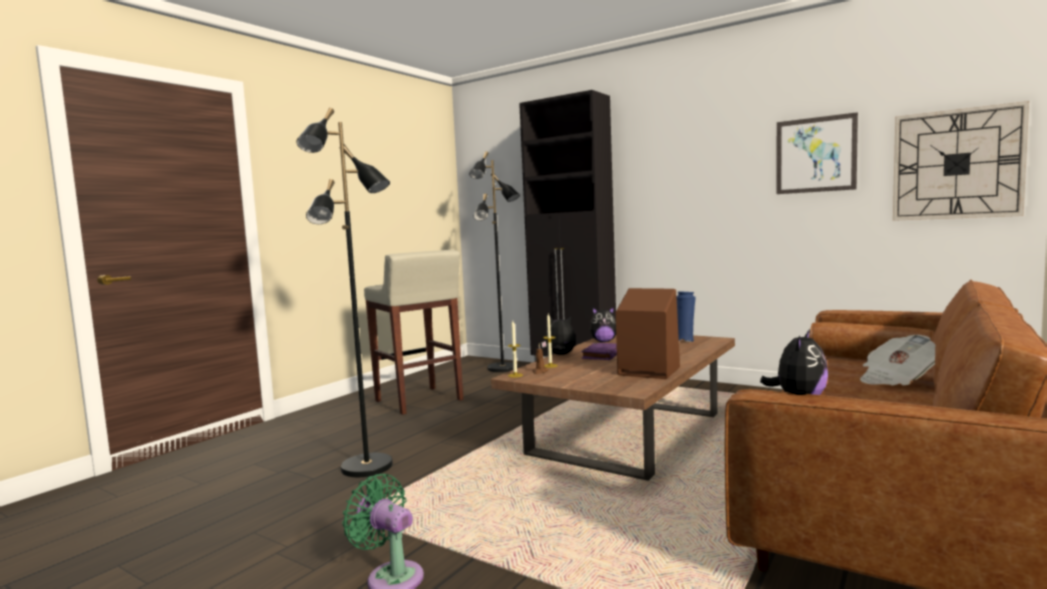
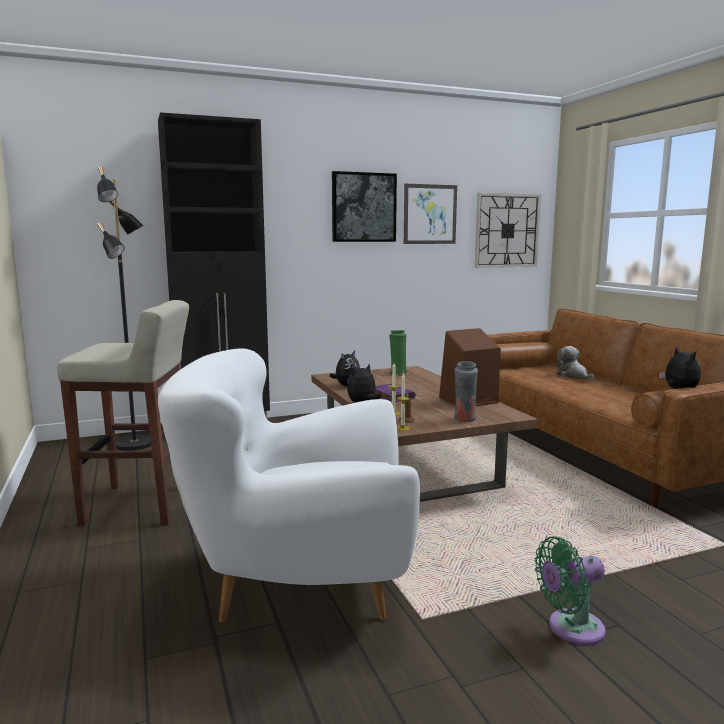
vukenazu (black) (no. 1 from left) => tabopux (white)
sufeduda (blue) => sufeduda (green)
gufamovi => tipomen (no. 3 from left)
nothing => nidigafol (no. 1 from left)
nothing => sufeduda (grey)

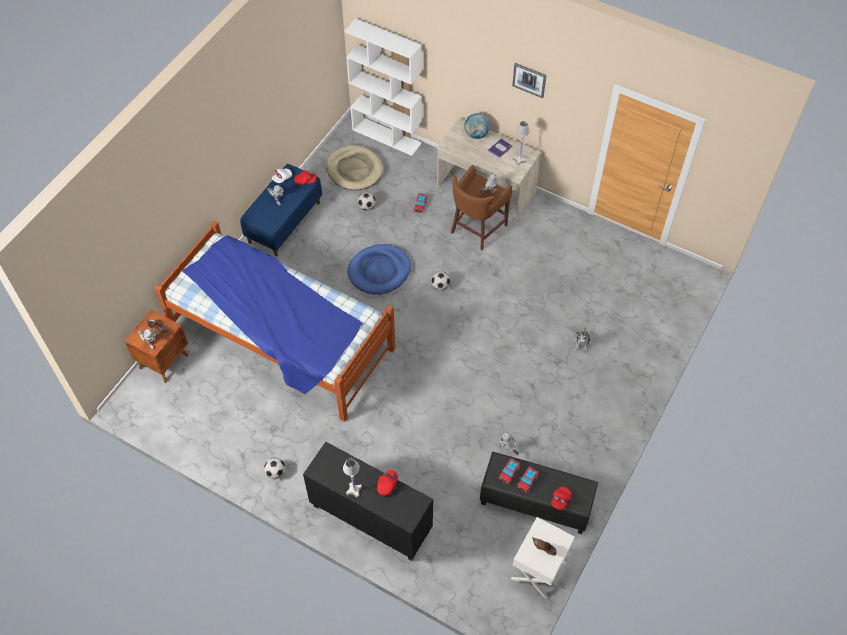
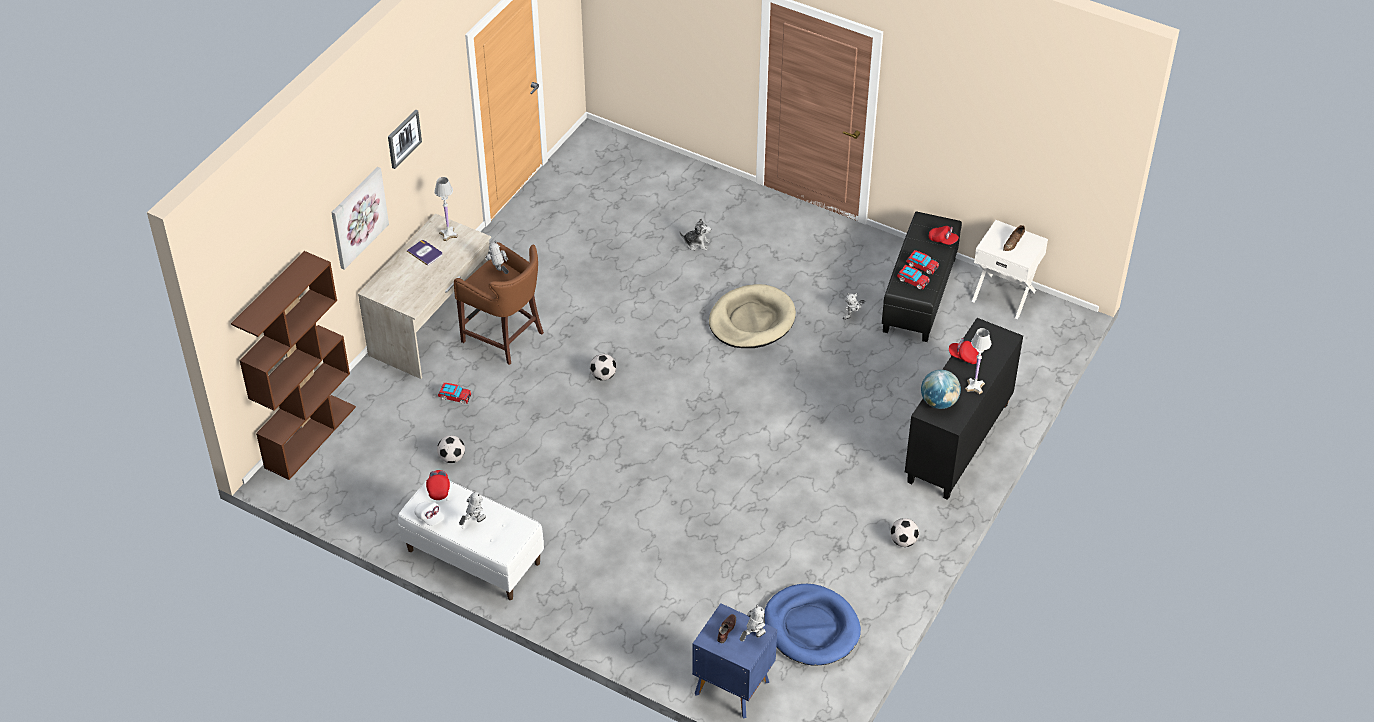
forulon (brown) => forulon (blue)
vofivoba => nothing
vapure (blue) => vapure (white)
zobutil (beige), shifted
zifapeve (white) => zifapeve (brown)
zobutil (blue), shifted
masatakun, shifted
nothing => nidigafol (no. 1 from left)

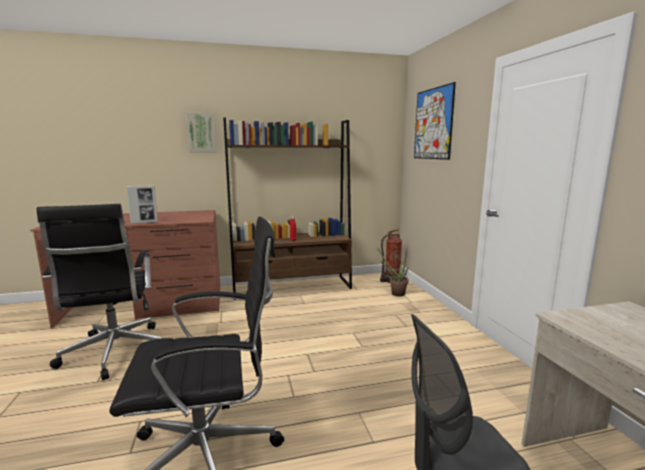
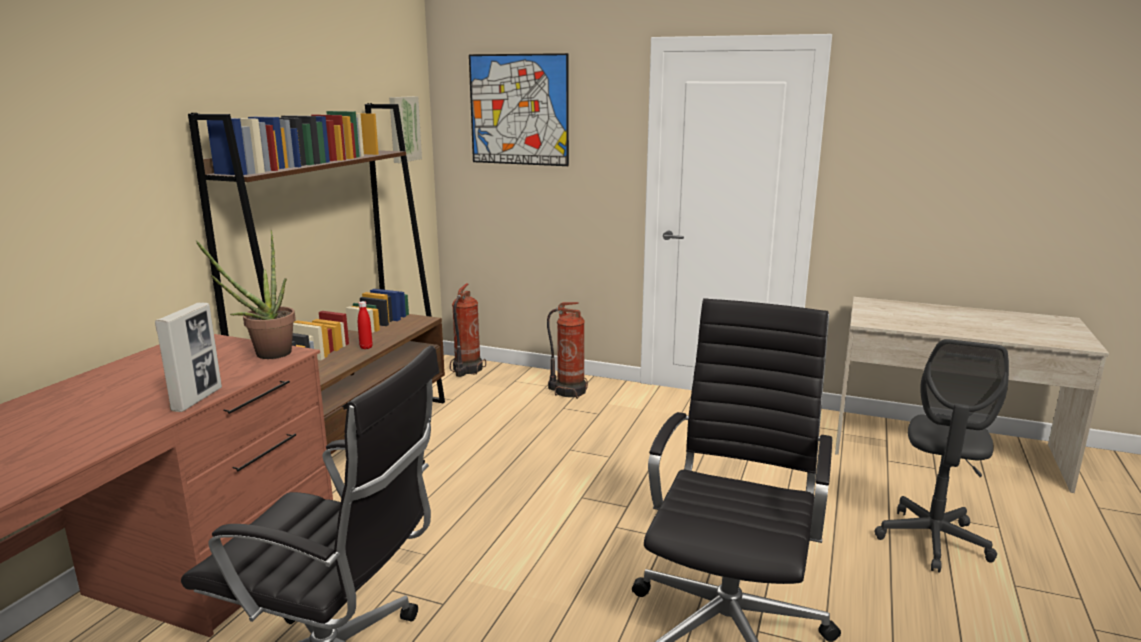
nidigafol (no. 1 from left), shifted
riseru, shifted
nothing => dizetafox (no. 2 from left)

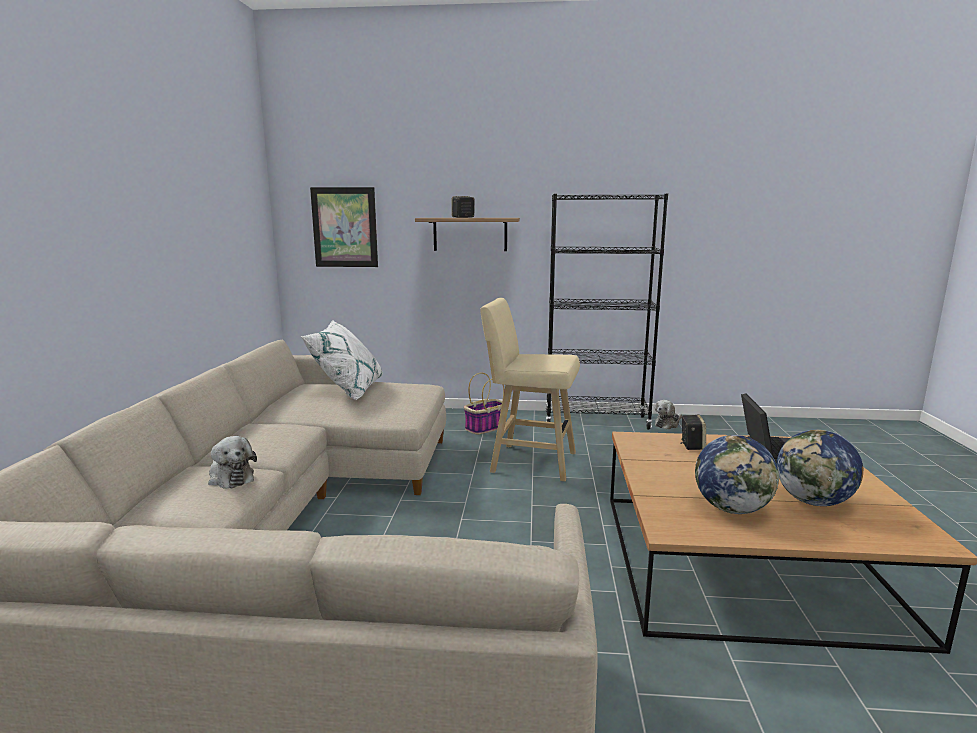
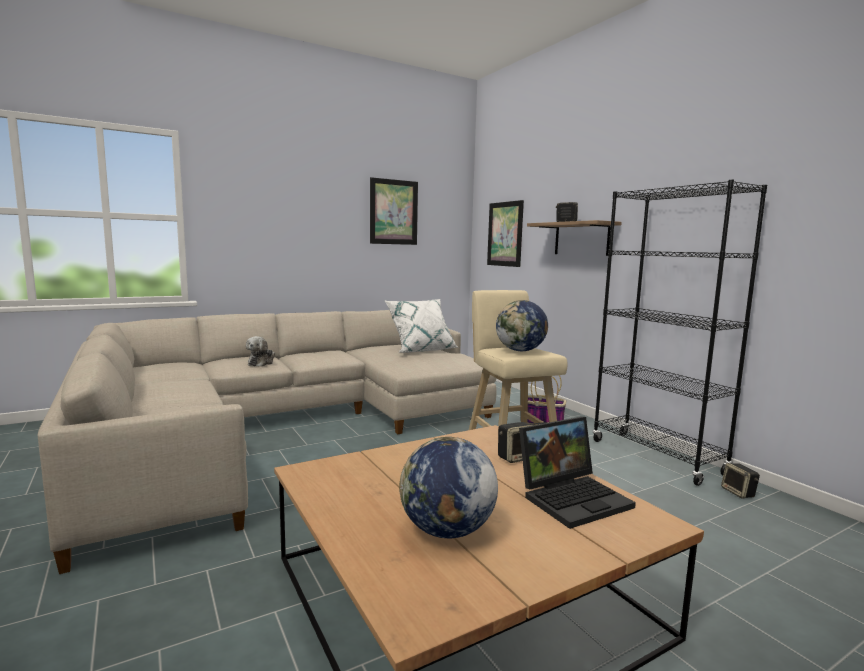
tipomen (no. 2 from left) => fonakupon (no. 3 from left)
masatakun (no. 1 from left in the first image) => masatakun (no. 2 from left), shifted
nothing => nidigafol (no. 1 from left)

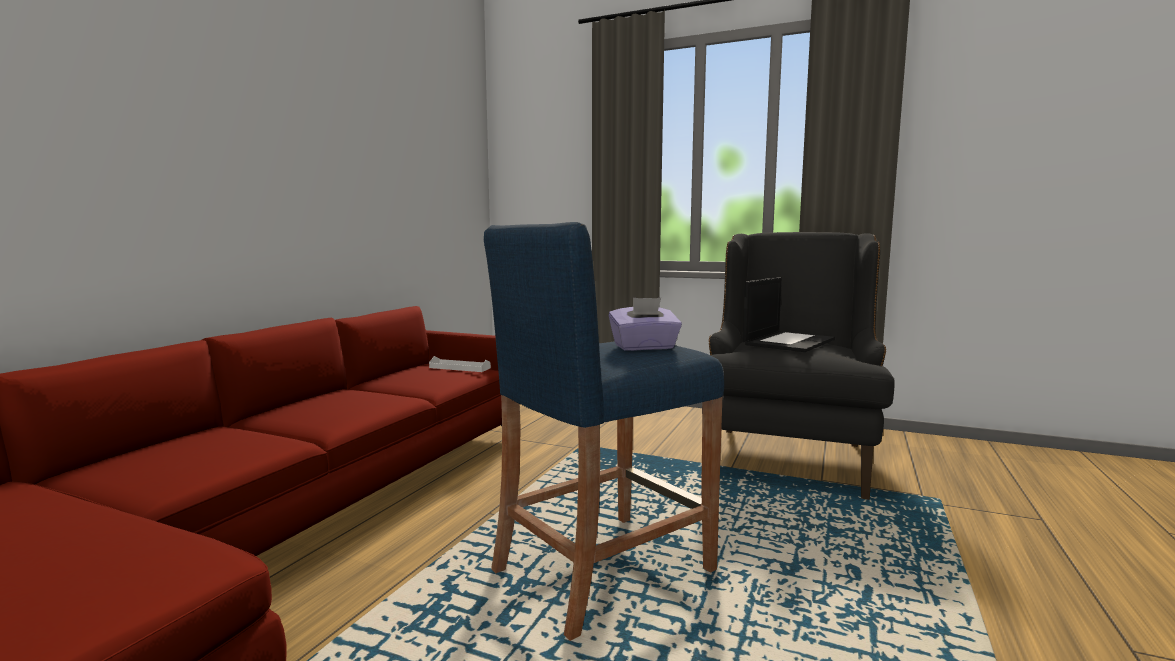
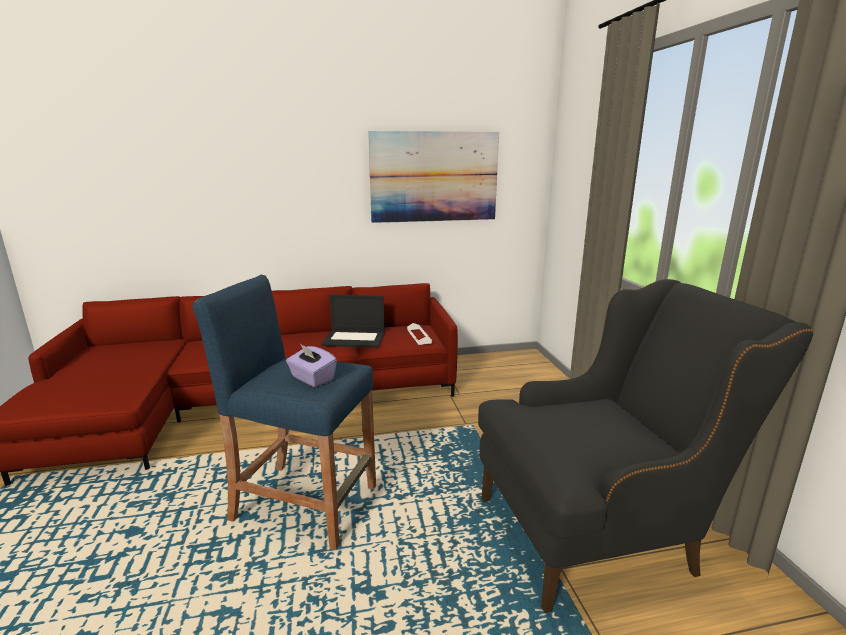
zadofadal, shifted
nothing => nidigafol

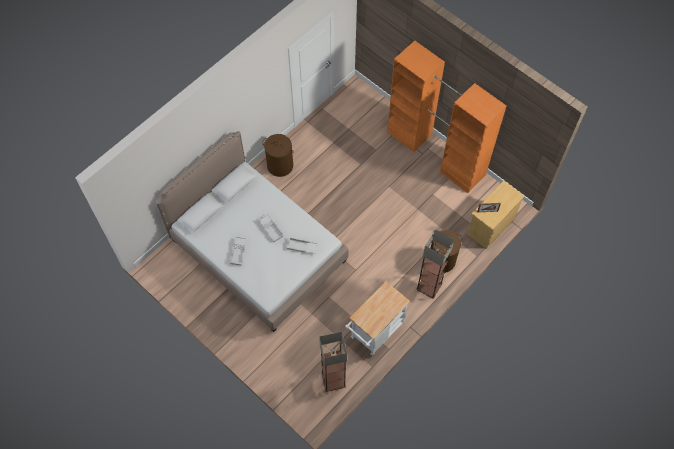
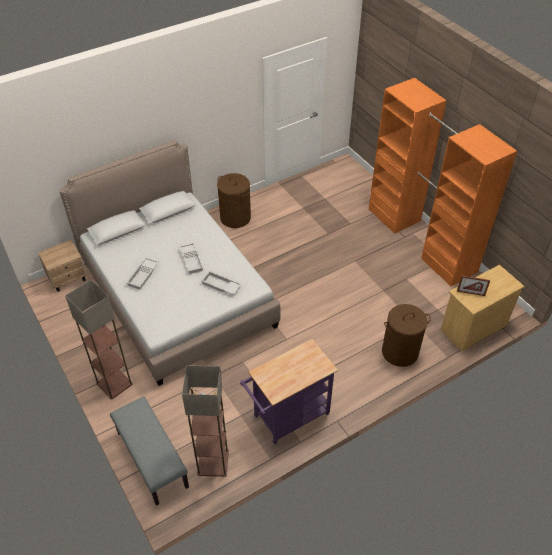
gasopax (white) => gasopax (purple)
vukenazu (no. 2 from left in the first image) => vukenazu (no. 1 from left), shifted
nothing => forulon (beige)
nothing => vapure (grey)

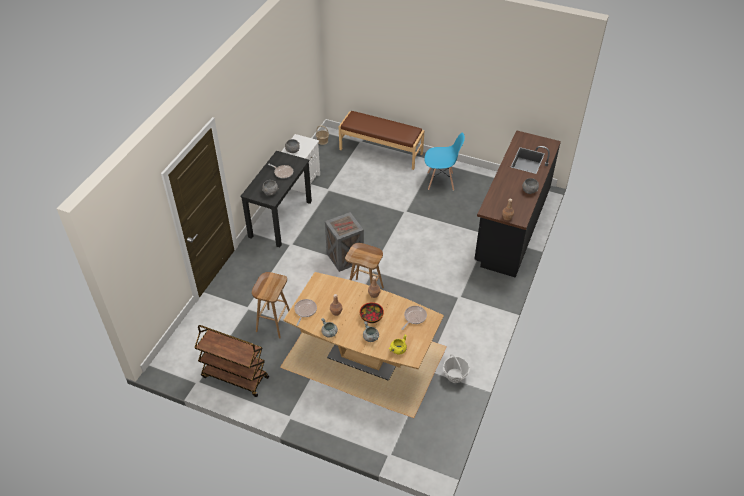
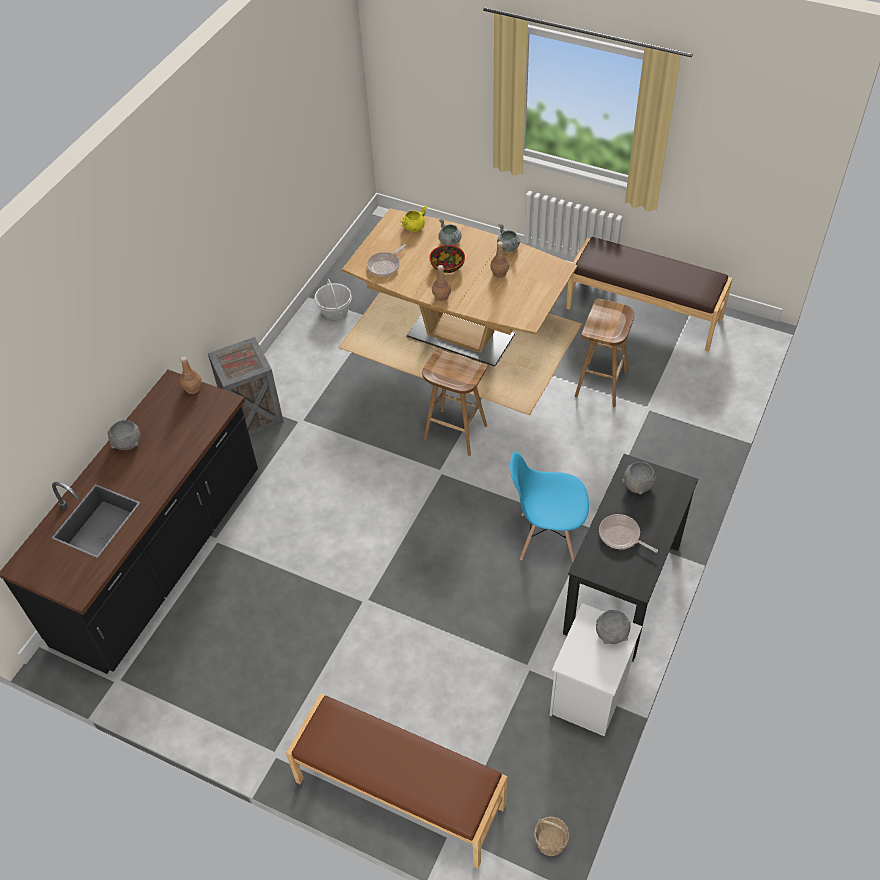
gasopax (brown) => vapure (brown) (no. 2 from left)
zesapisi (no. 2 from left) => nothing
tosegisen, shifted
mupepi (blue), shifted

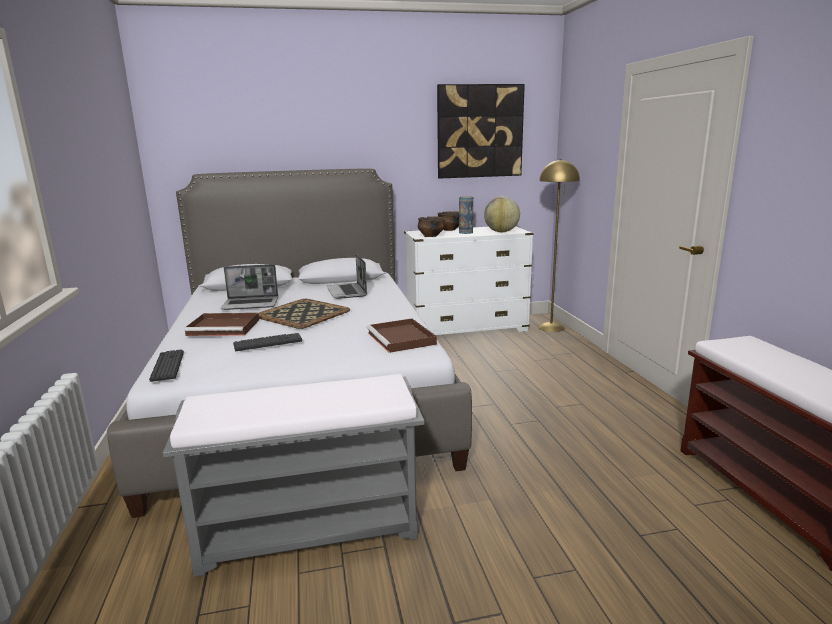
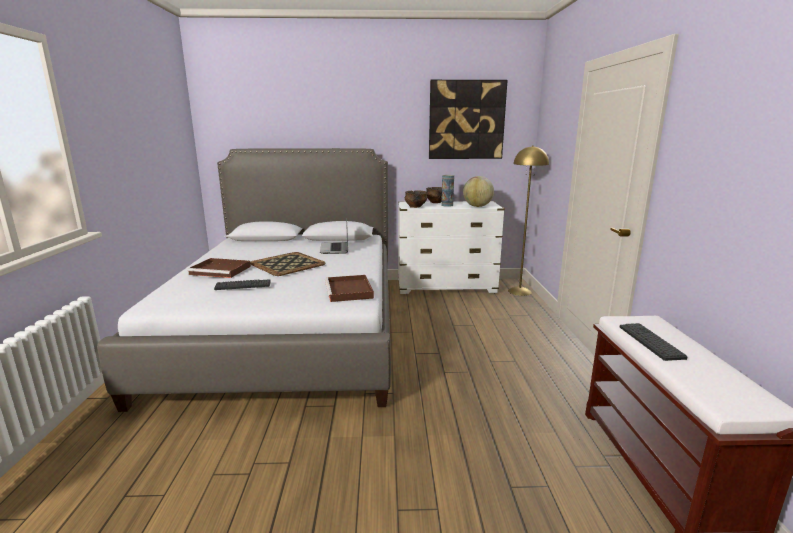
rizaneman (no. 1 from left in the first image) => rizaneman (no. 2 from left), shifted
vapure (grey) => nothing
zadofadal (no. 1 from left) => nothing

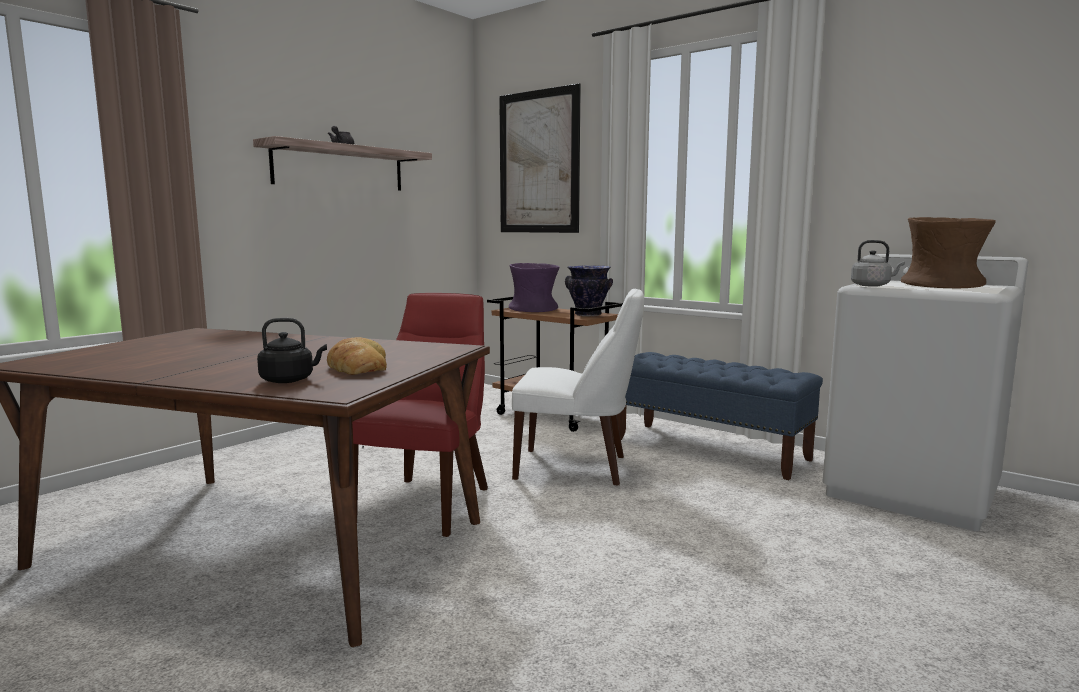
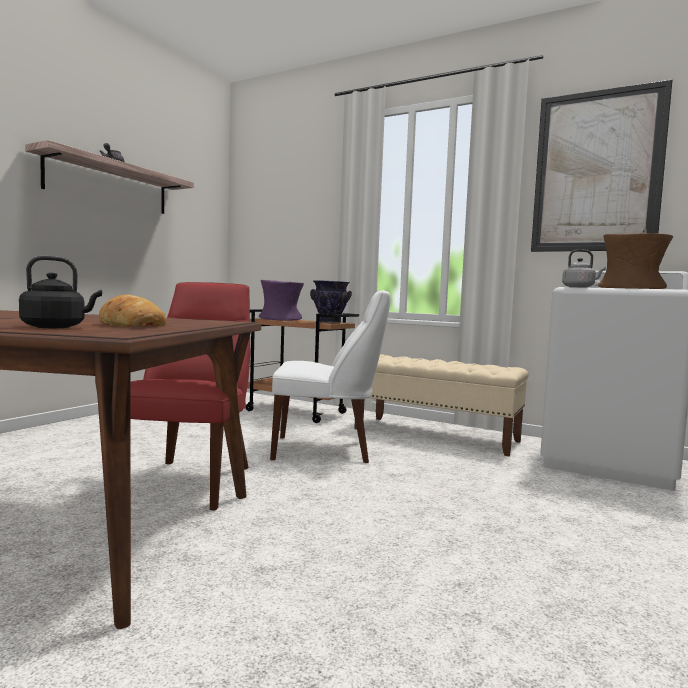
nidigafol, shifted
vapure (blue) => vapure (beige)

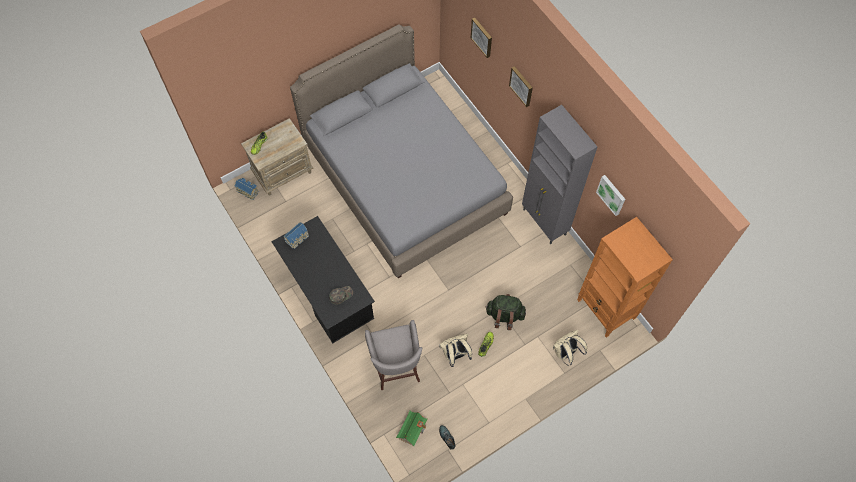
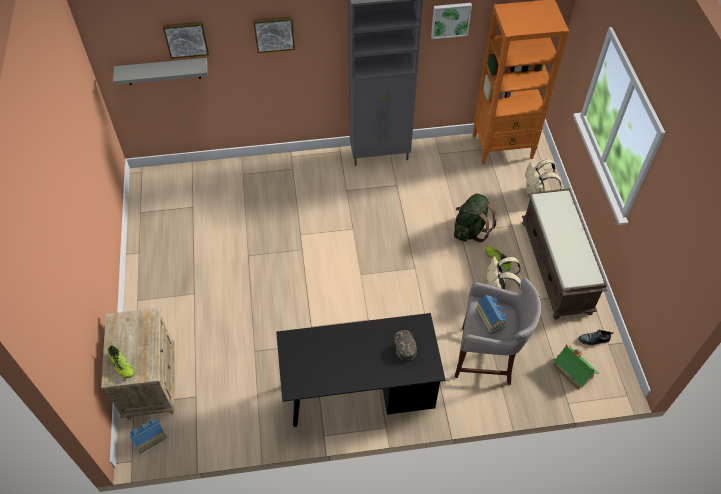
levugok (no. 2 from left), shifted
vofivoba (grey) => nothing
nothing => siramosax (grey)
nothing => vapure (brown)

